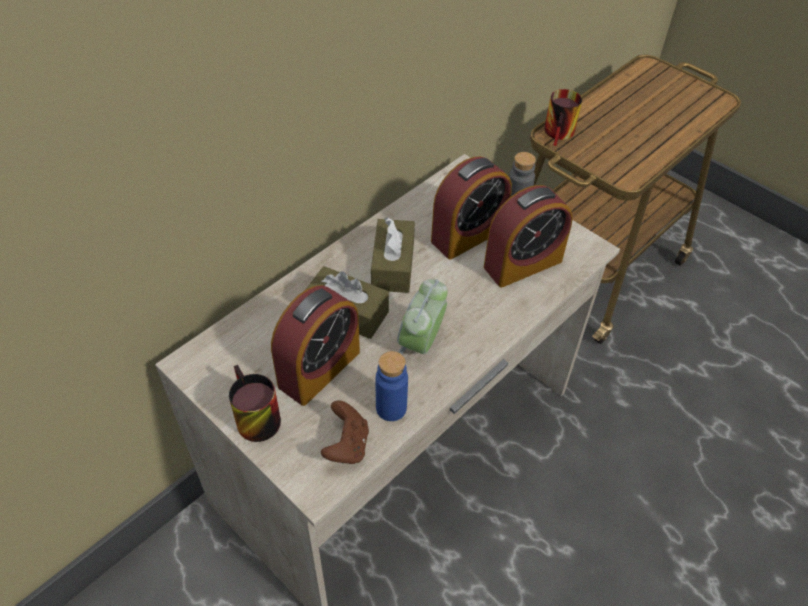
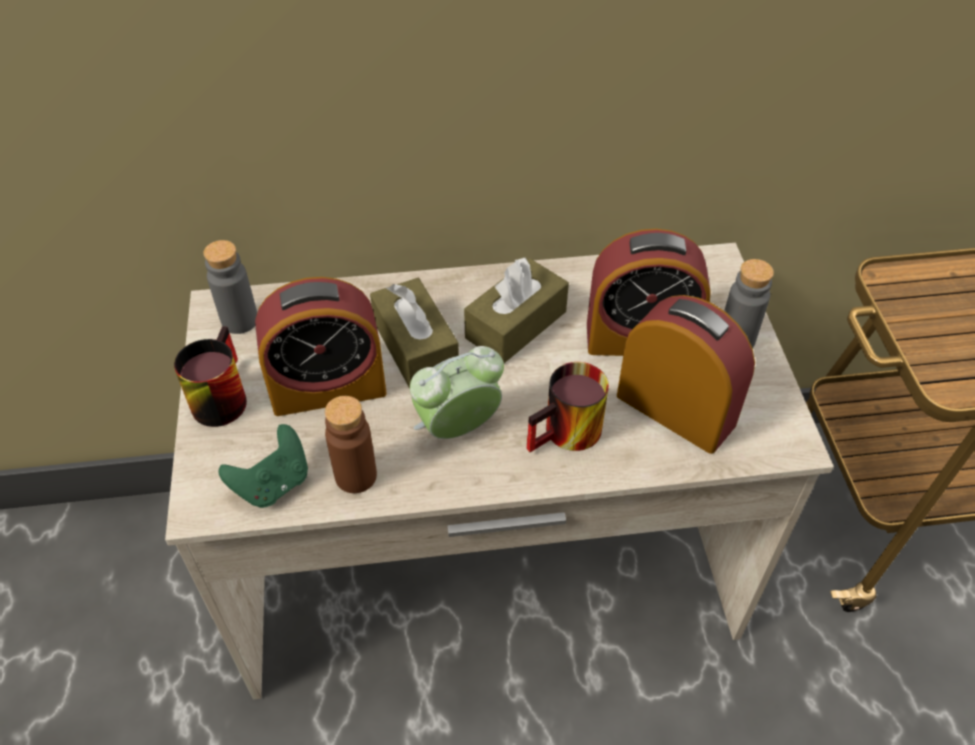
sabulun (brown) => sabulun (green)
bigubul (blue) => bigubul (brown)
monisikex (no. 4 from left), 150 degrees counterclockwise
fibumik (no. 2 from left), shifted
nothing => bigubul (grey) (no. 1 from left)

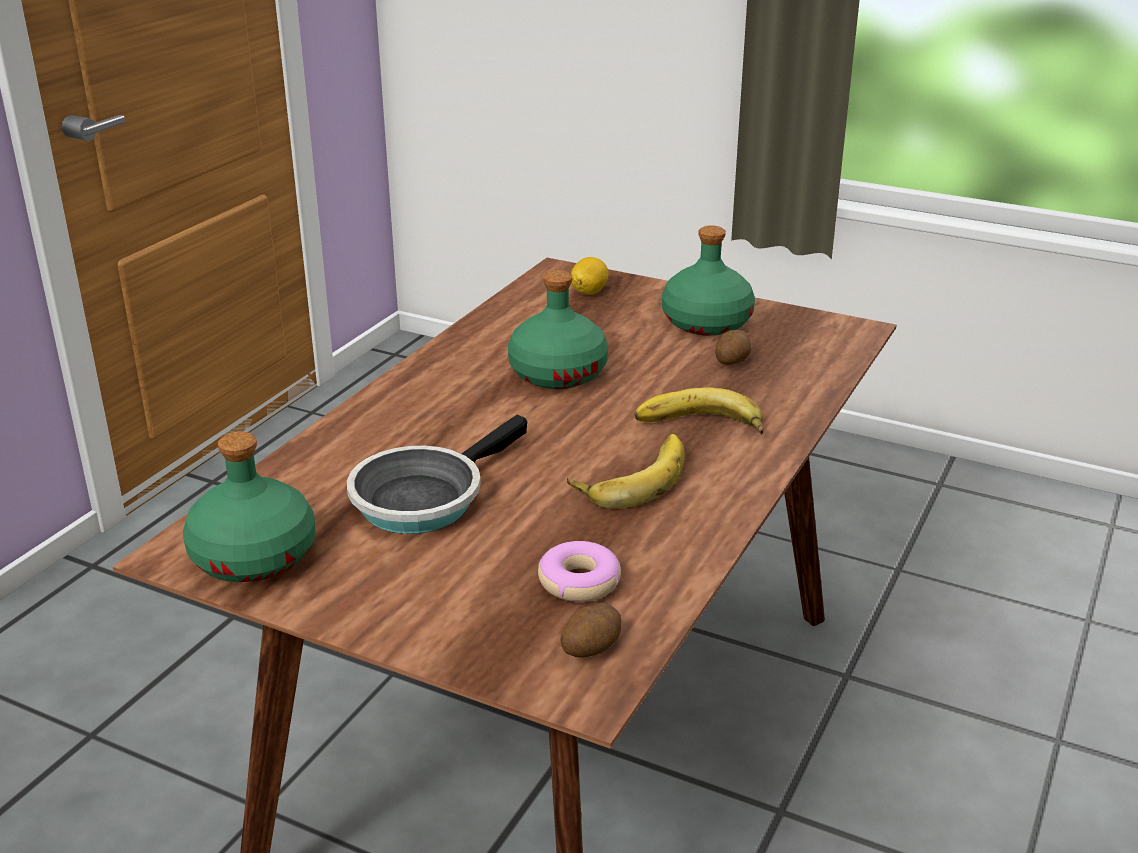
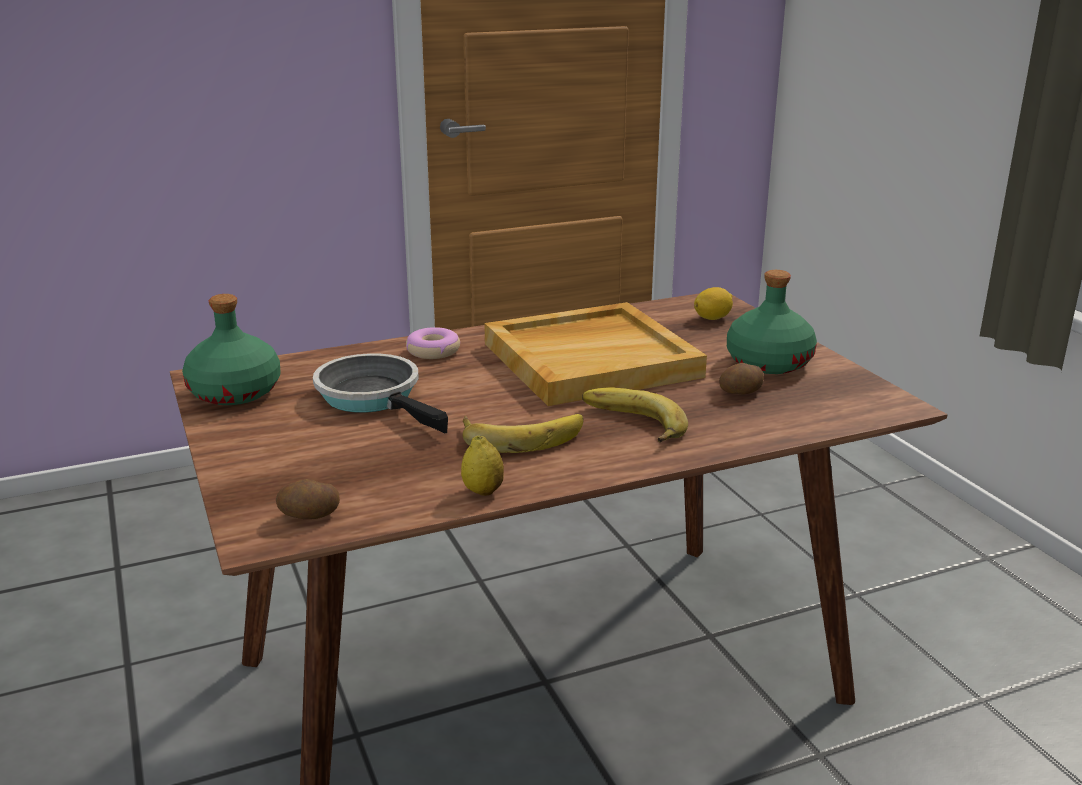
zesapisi, 60 degrees clockwise
bigubul (green) (no. 2 from left) => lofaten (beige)
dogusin, shifted
nothing => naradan (no. 1 from left)

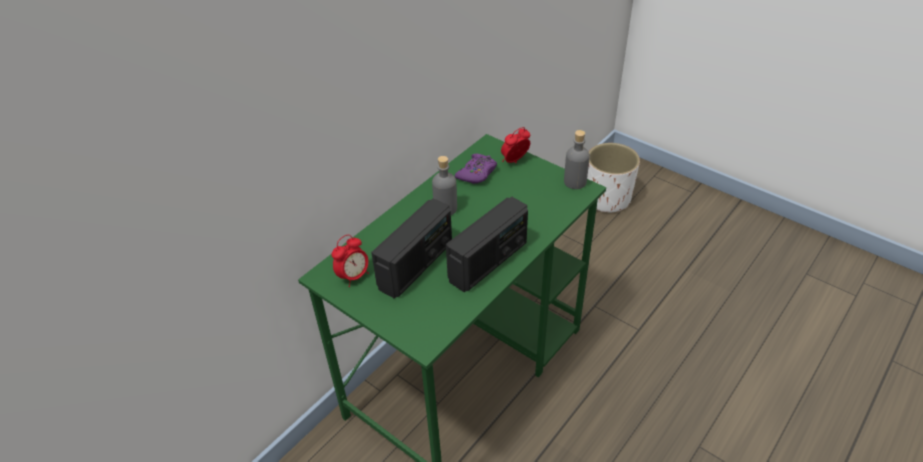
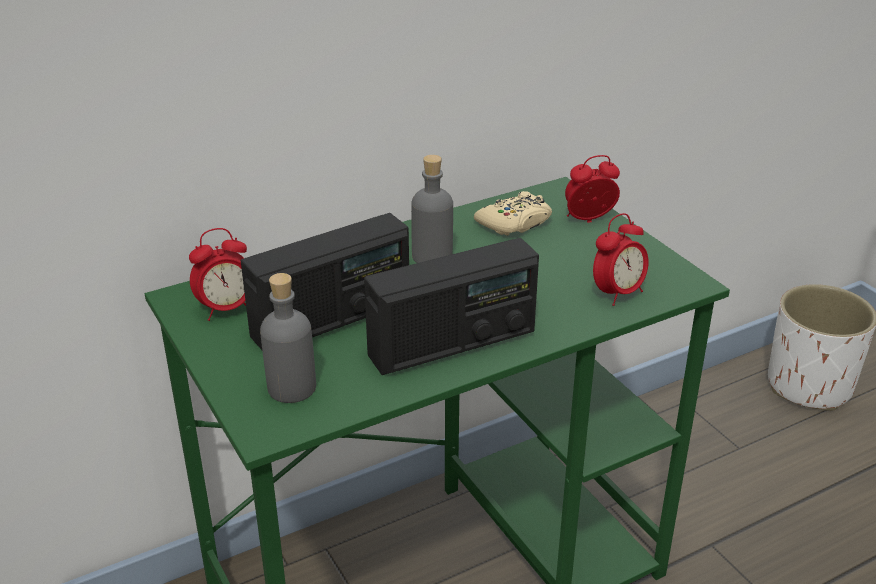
sabulun (purple) => sabulun (beige)
bigubul (grey) (no. 2 from left in the first image) => bigubul (grey) (no. 1 from left), shifted
nothing => monisikex (no. 3 from left)

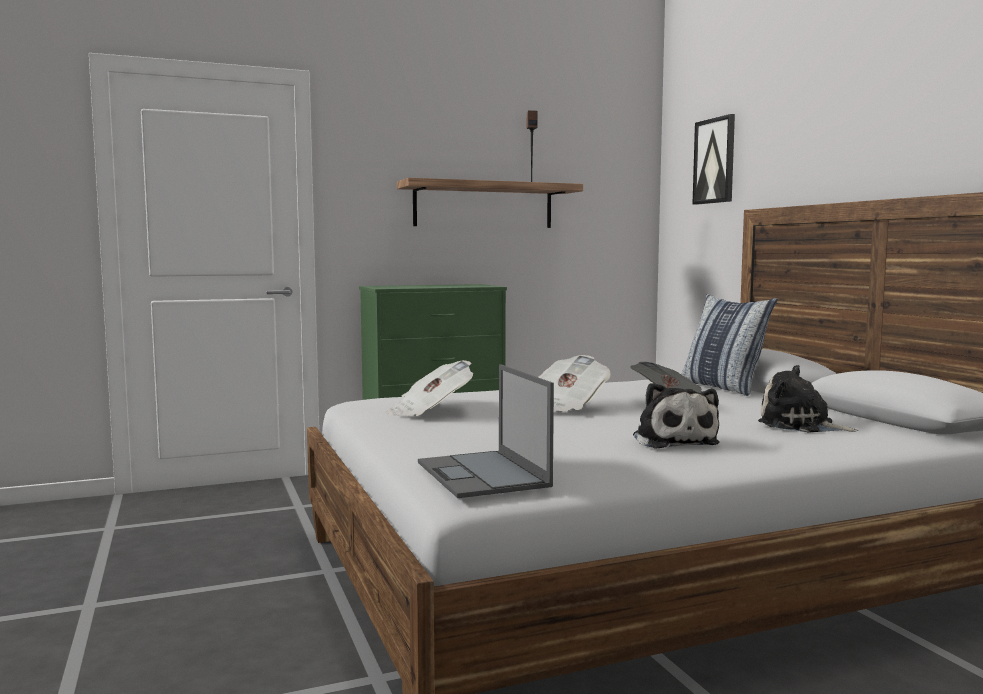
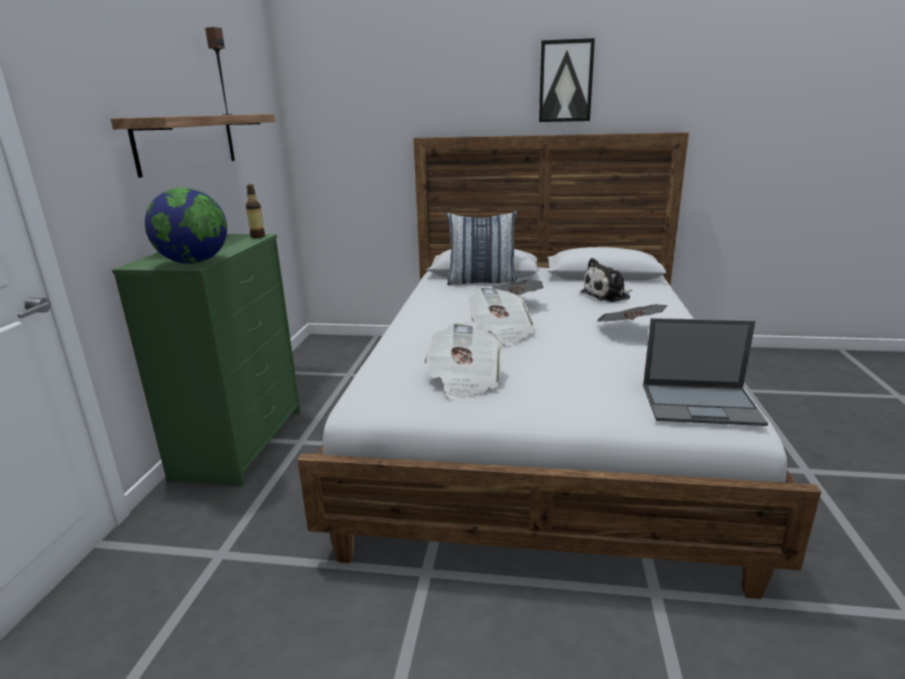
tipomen (no. 1 from left) => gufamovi (no. 4 from left)
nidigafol, shifted
nothing => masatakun
nothing => bigubul

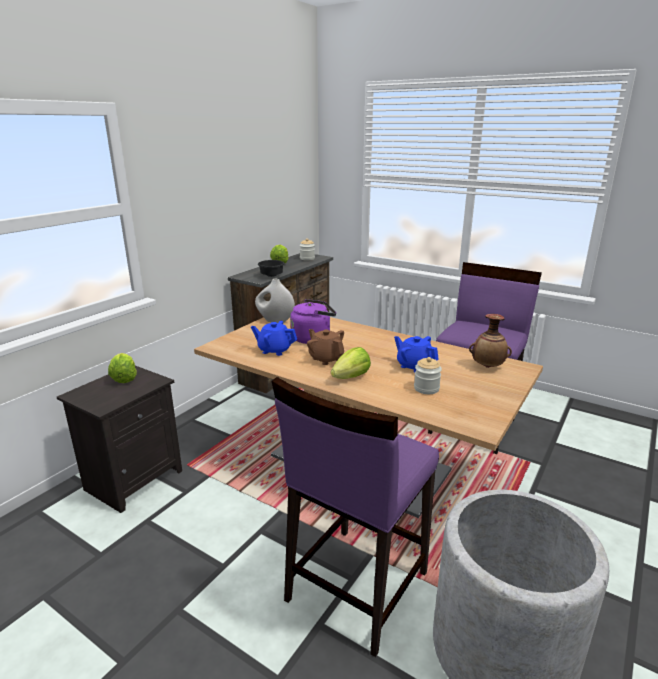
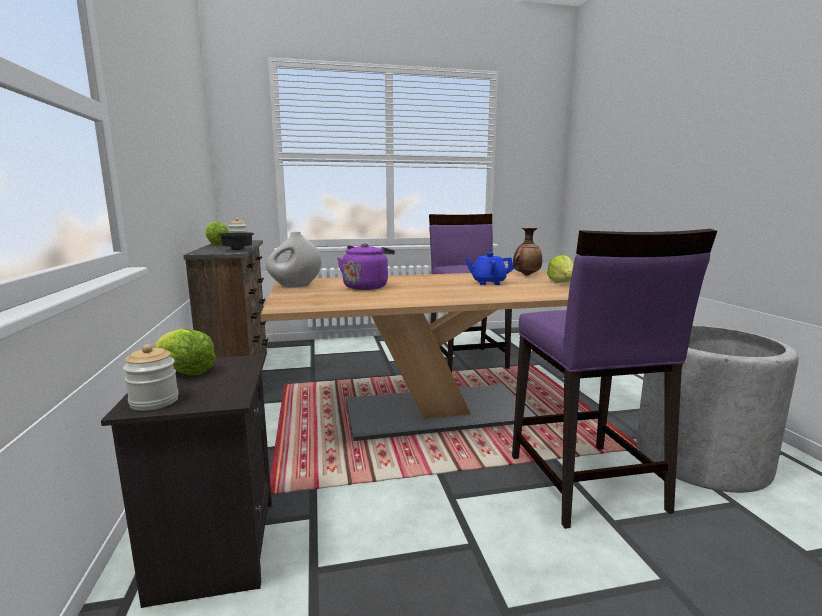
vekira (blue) (no. 1 from left) => nothing
vekira (brown) => nothing
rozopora (no. 3 from left), shifted
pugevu (no. 2 from left in the first image) => pugevu (no. 1 from left), shifted

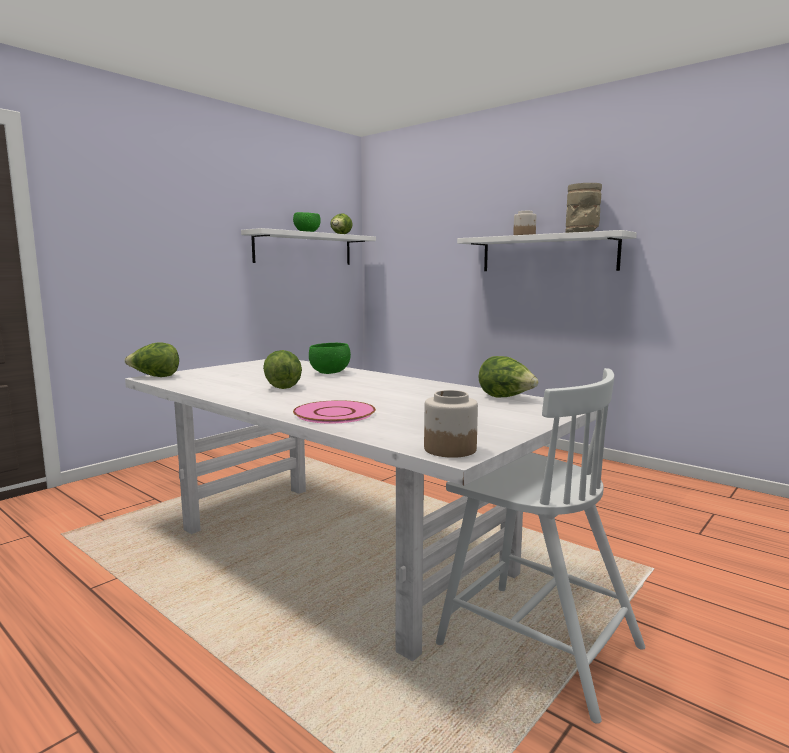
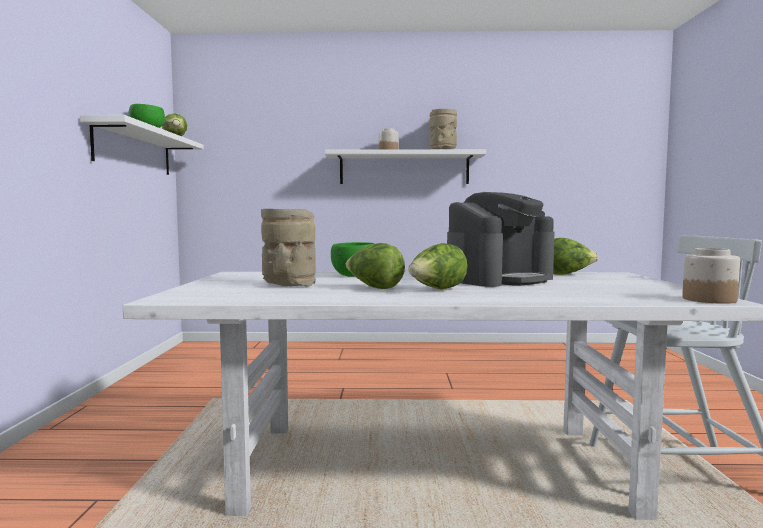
rozopora (no. 1 from left in the first image) => rozopora (no. 3 from left), shifted
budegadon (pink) => nothing
nothing => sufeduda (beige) (no. 1 from left)
nothing => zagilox

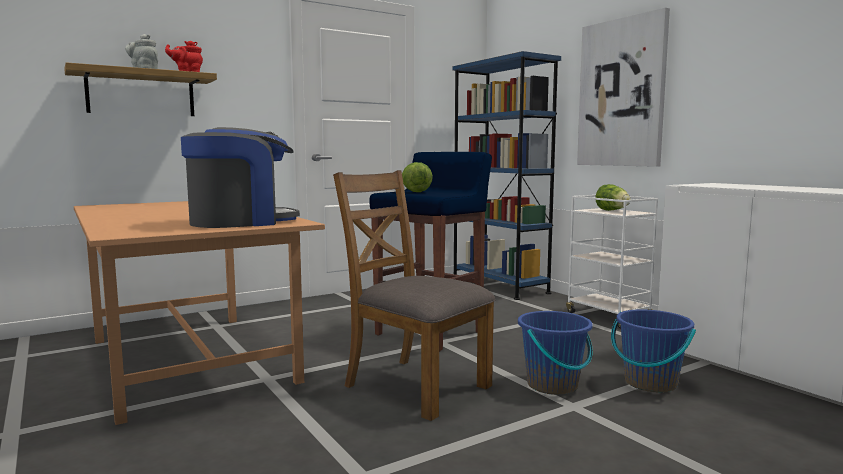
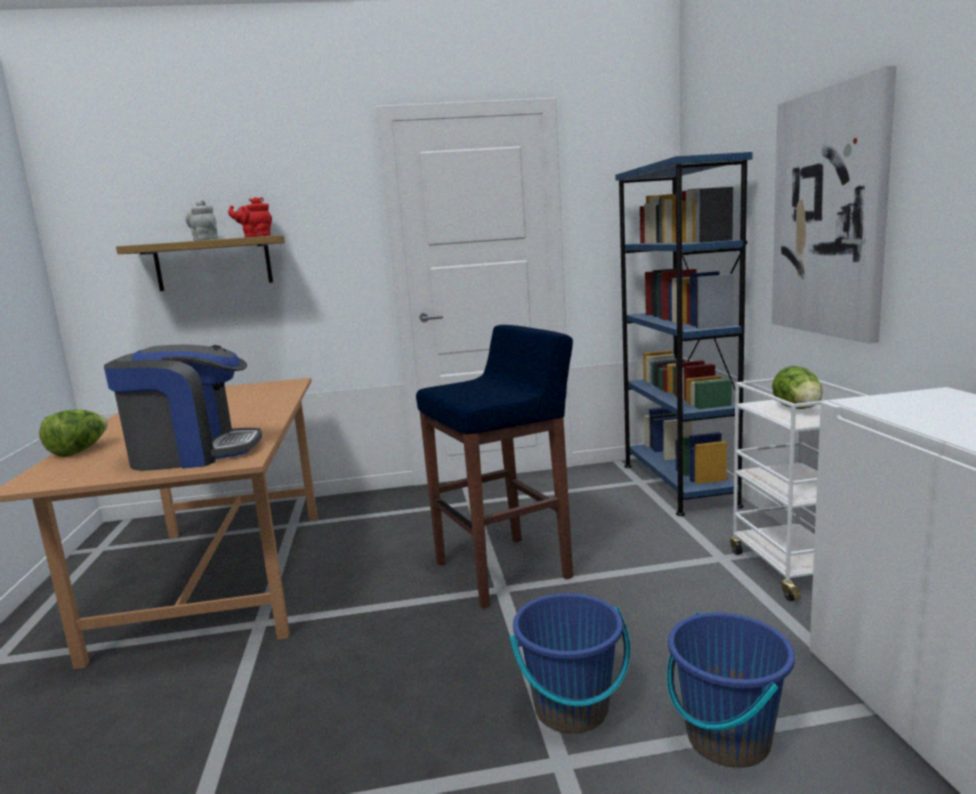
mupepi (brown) => nothing
rozopora (no. 1 from left), shifted

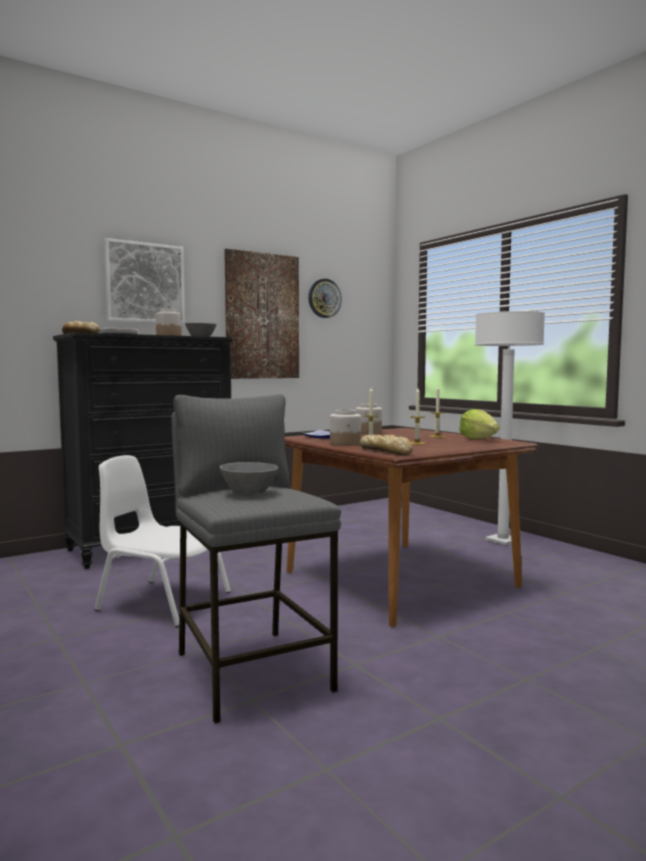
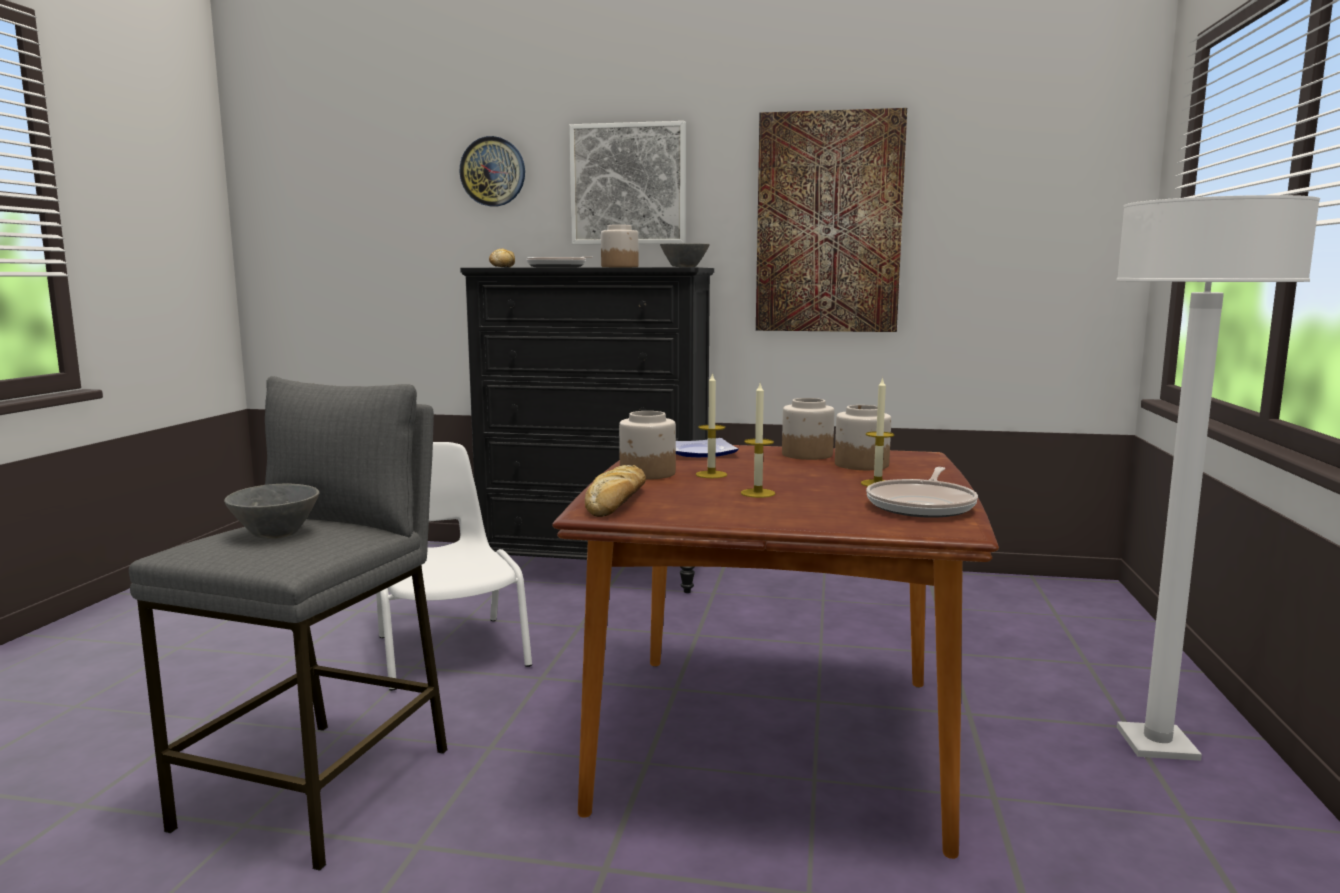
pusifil, shifted
rozopora => zesapisi (no. 2 from left)
nothing => pugevu (no. 4 from left)

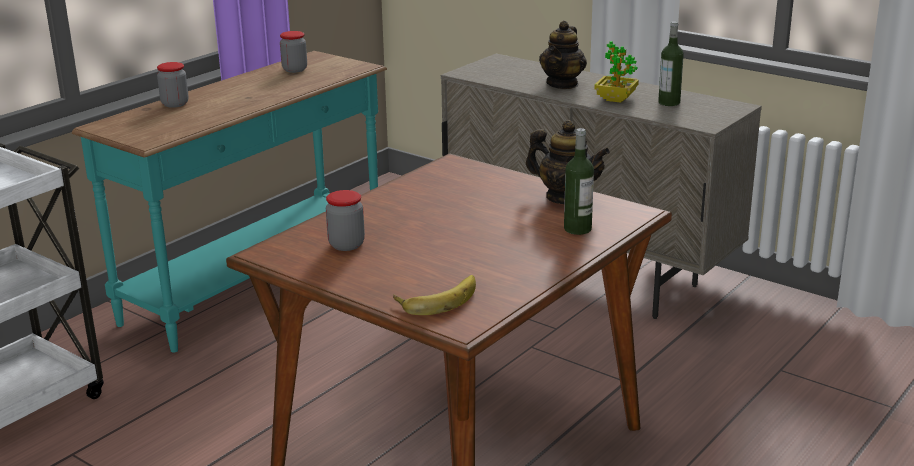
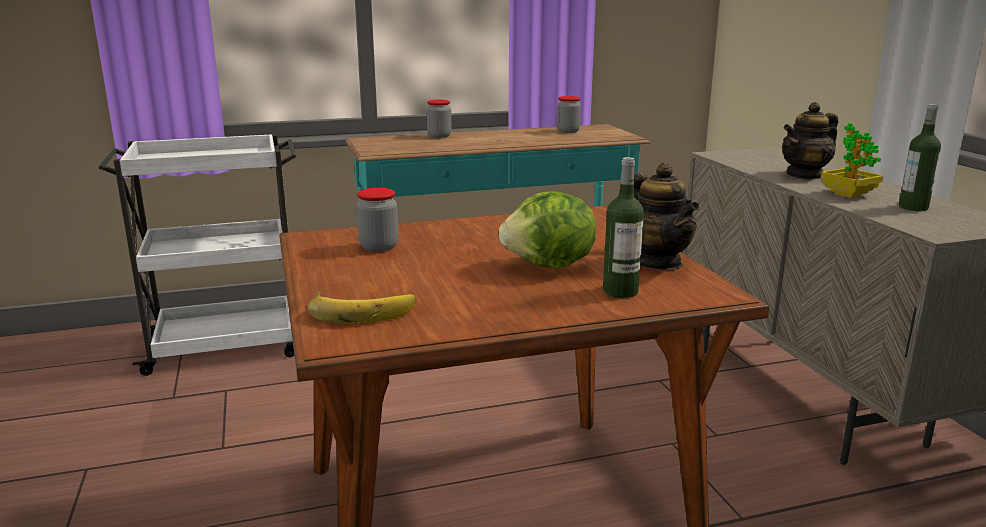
nothing => rozopora

